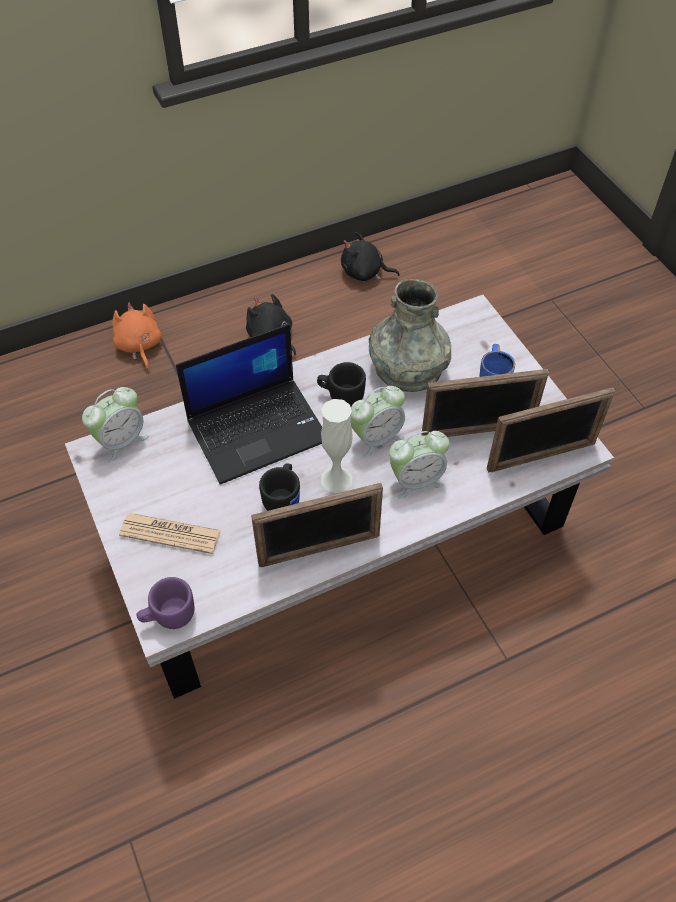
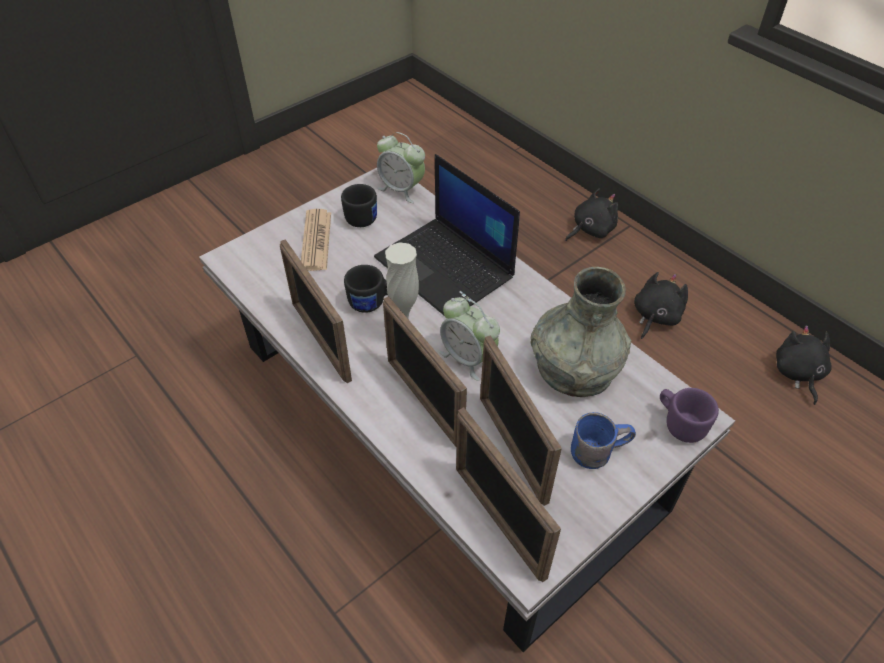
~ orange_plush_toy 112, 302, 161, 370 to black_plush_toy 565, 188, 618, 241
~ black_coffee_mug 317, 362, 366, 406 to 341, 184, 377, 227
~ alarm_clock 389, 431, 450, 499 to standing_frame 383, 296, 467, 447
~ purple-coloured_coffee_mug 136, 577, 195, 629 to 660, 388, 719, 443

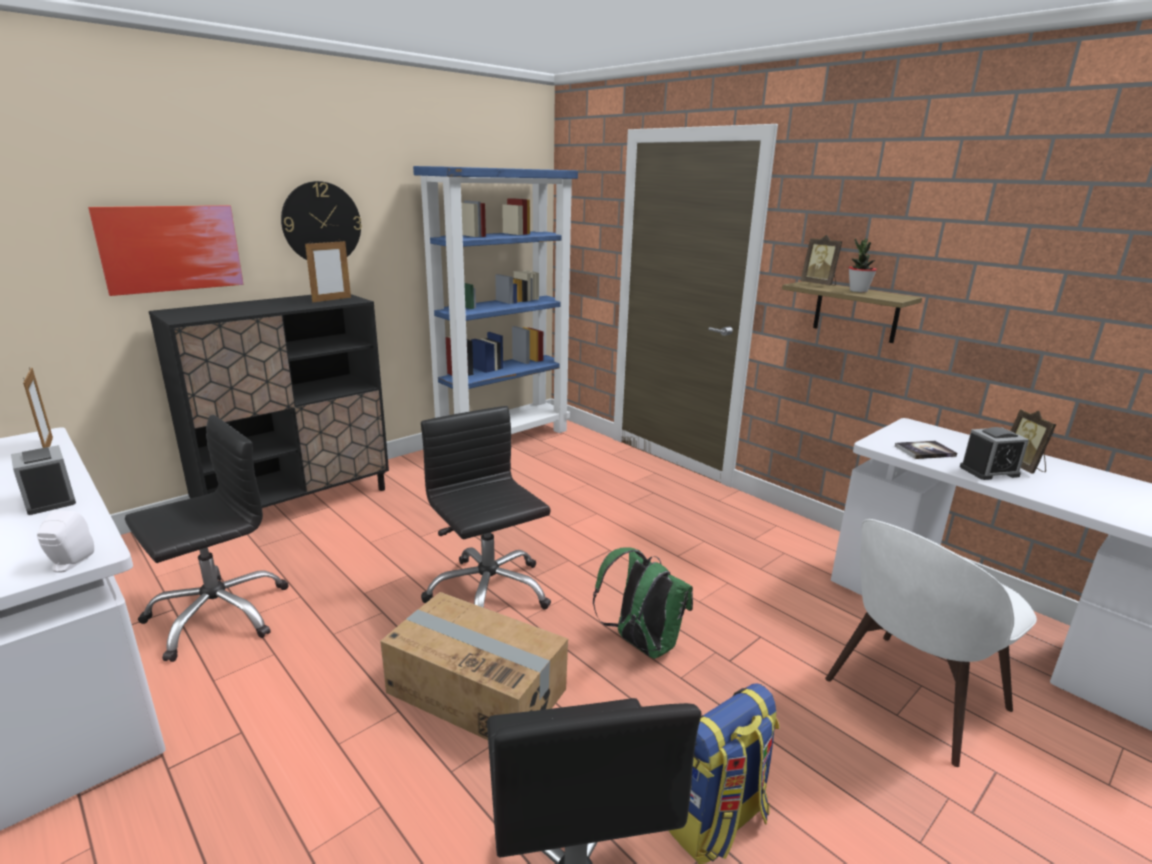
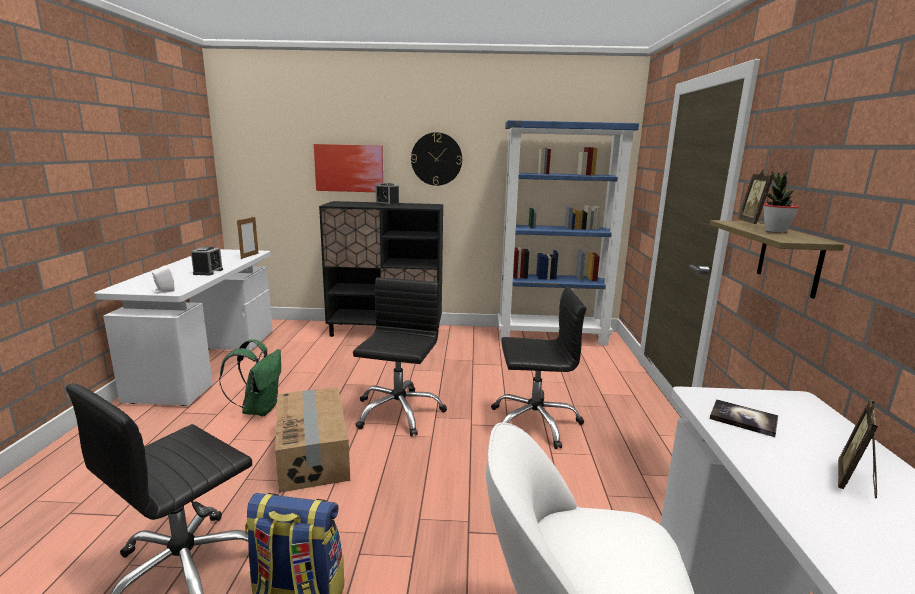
- standing_frame 305, 241, 351, 302
~ black_desk_chair 125, 415, 289, 662 to 491, 287, 586, 449
~ alarm_clock 960, 427, 1029, 480 to 375, 183, 400, 206
~ greenish_rucksack 593, 547, 693, 659 to 219, 339, 281, 416

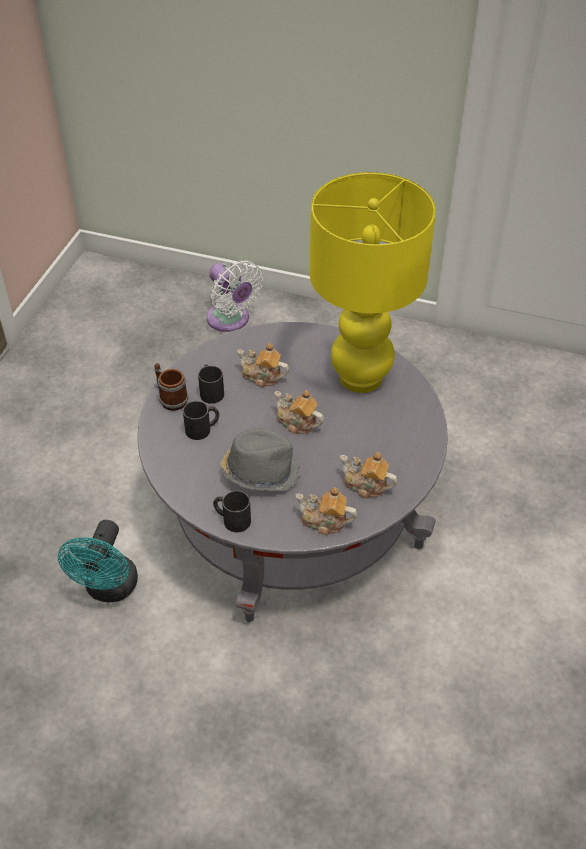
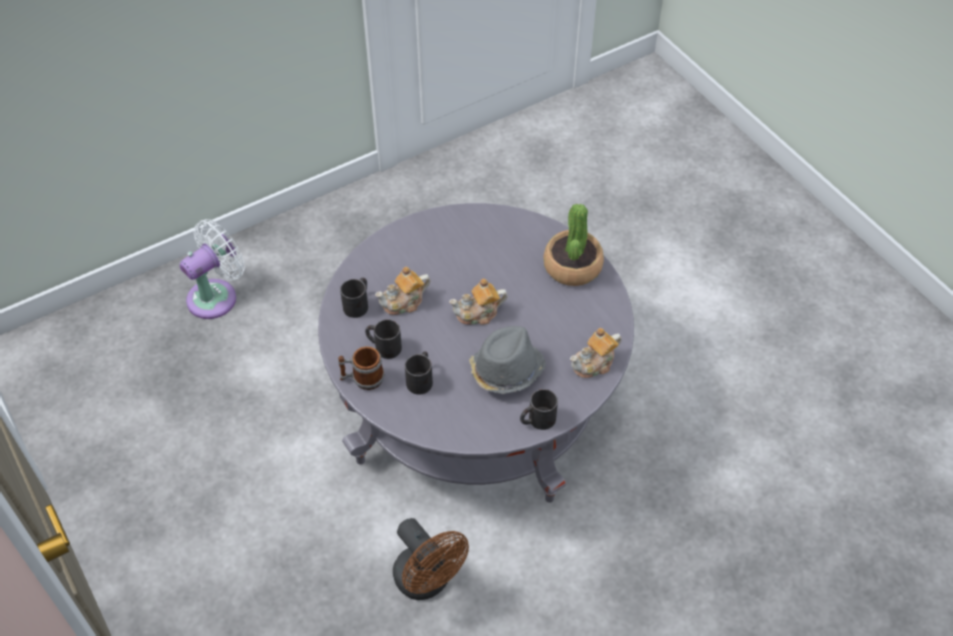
- yellowish_table_lamp 310, 172, 436, 393
~ whitish_electric_fan 207, 260, 263, 332 = 180, 219, 245, 319 45 degrees counterclockwise
- pot_for_tea 340, 452, 397, 499
~ turquoise_electric_fan 58, 520, 138, 602 to brownish_electric_fan 393, 518, 469, 600
+ plant_in_a_pot 543, 204, 604, 286
+ black_coffee_mug 340, 278, 368, 318

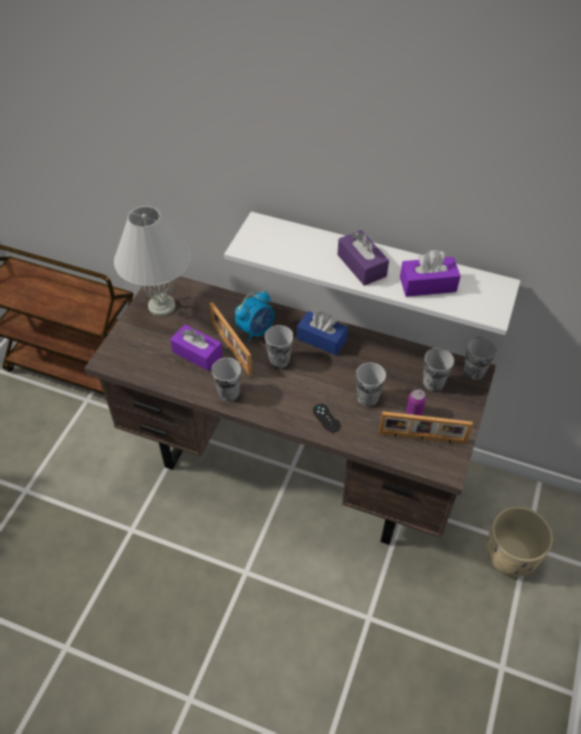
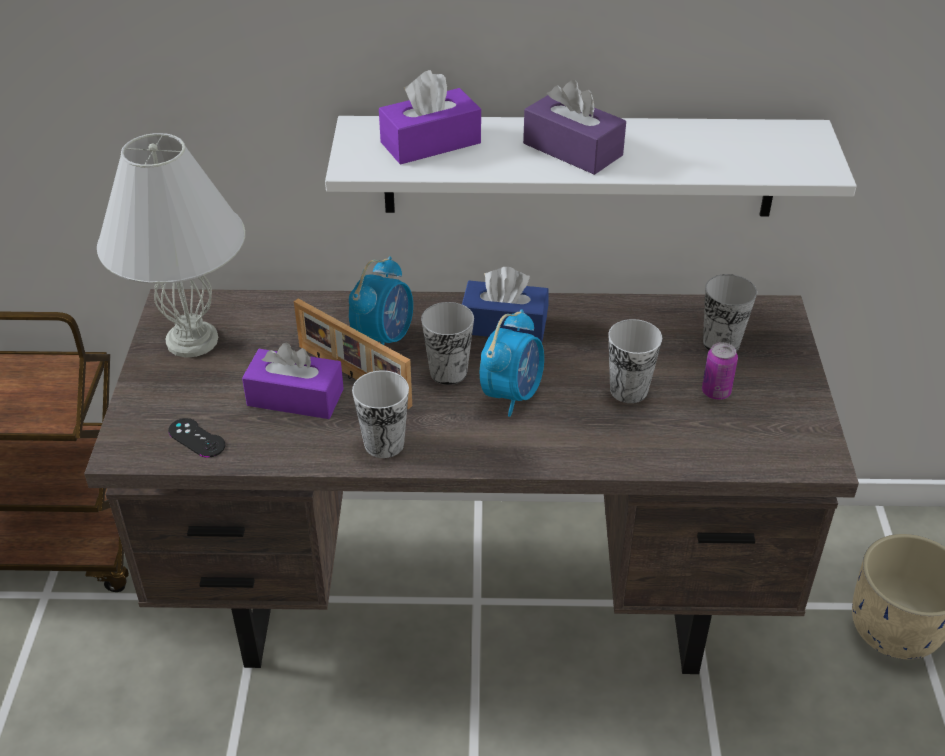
~ purple-coloured_tissue_box 400, 250, 461, 297 to 379, 70, 481, 165
- small_cup 464, 337, 496, 380
~ black_gamepad 313, 404, 341, 433 to 168, 418, 225, 458
- standing_frame 379, 411, 473, 444
+ alarm_clock 480, 309, 544, 417

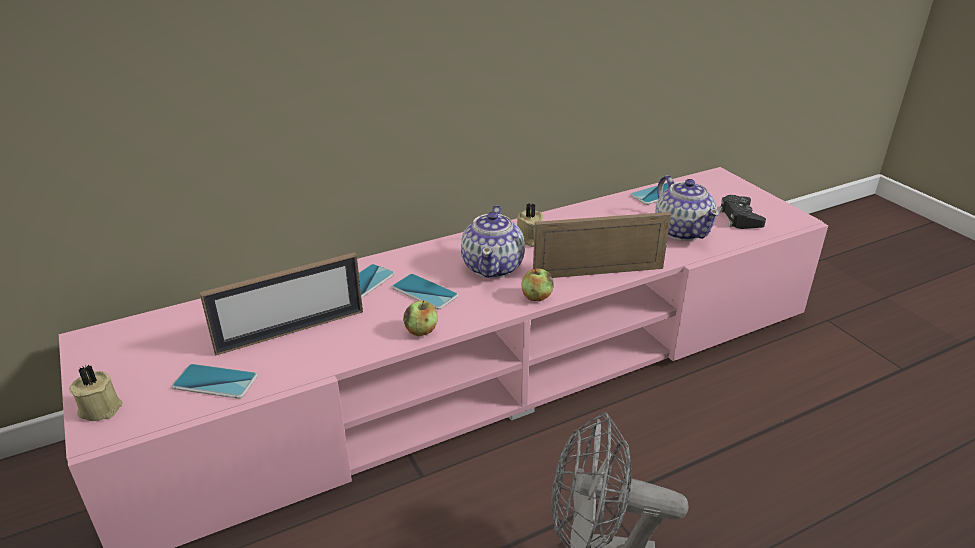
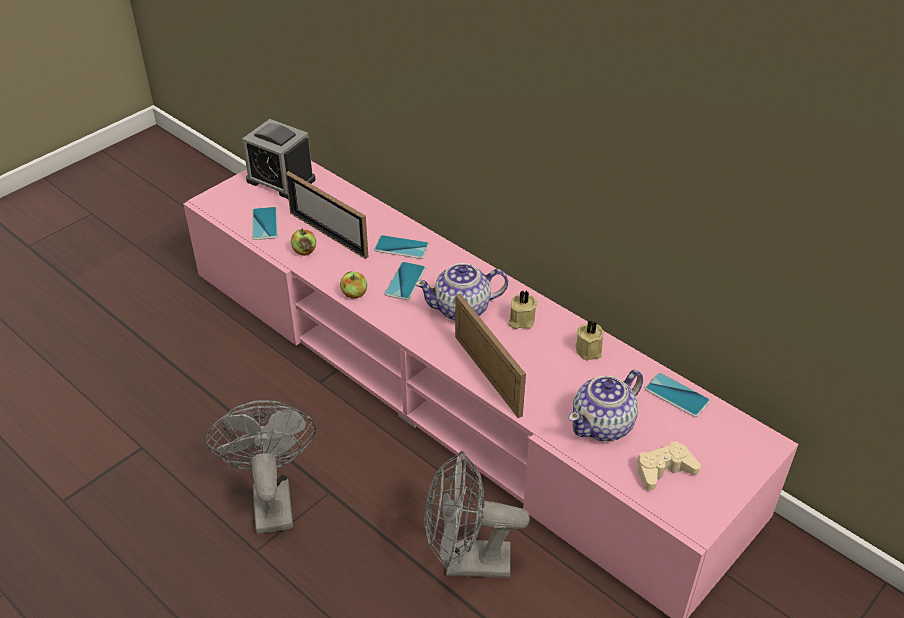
~ black_gamepad 719, 195, 766, 229 to beige-coloured_gamepad 637, 441, 701, 490
~ apple 521, 267, 554, 301 to 291, 228, 316, 256
~ beige-coloured_candle 69, 365, 123, 421 to 575, 321, 604, 361
+ alarm_clock 242, 119, 315, 199
+ greyish_electric_fan 424, 451, 530, 578

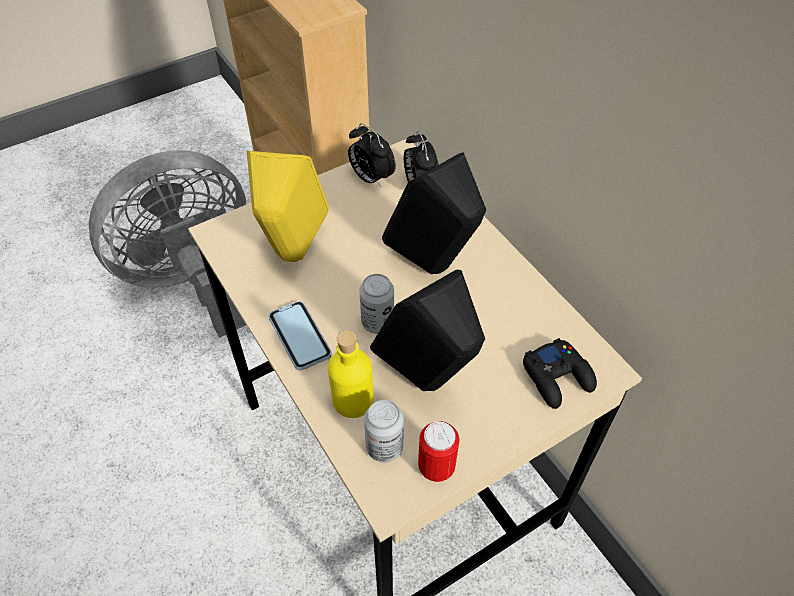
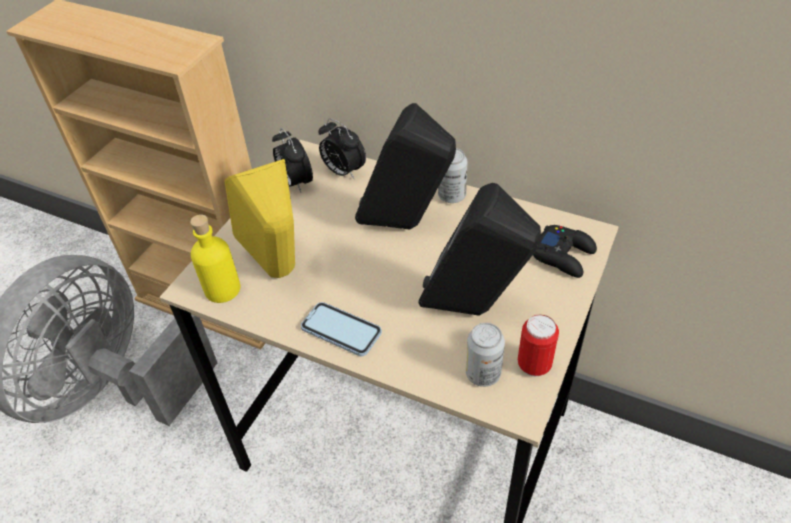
~ alarm_clock 348, 123, 396, 187 = 272, 128, 313, 192 45 degrees clockwise
~ metal_can 359, 274, 394, 334 to 438, 148, 467, 203
~ yellowish_beverage_bottle 328, 330, 374, 418 to 190, 214, 240, 303

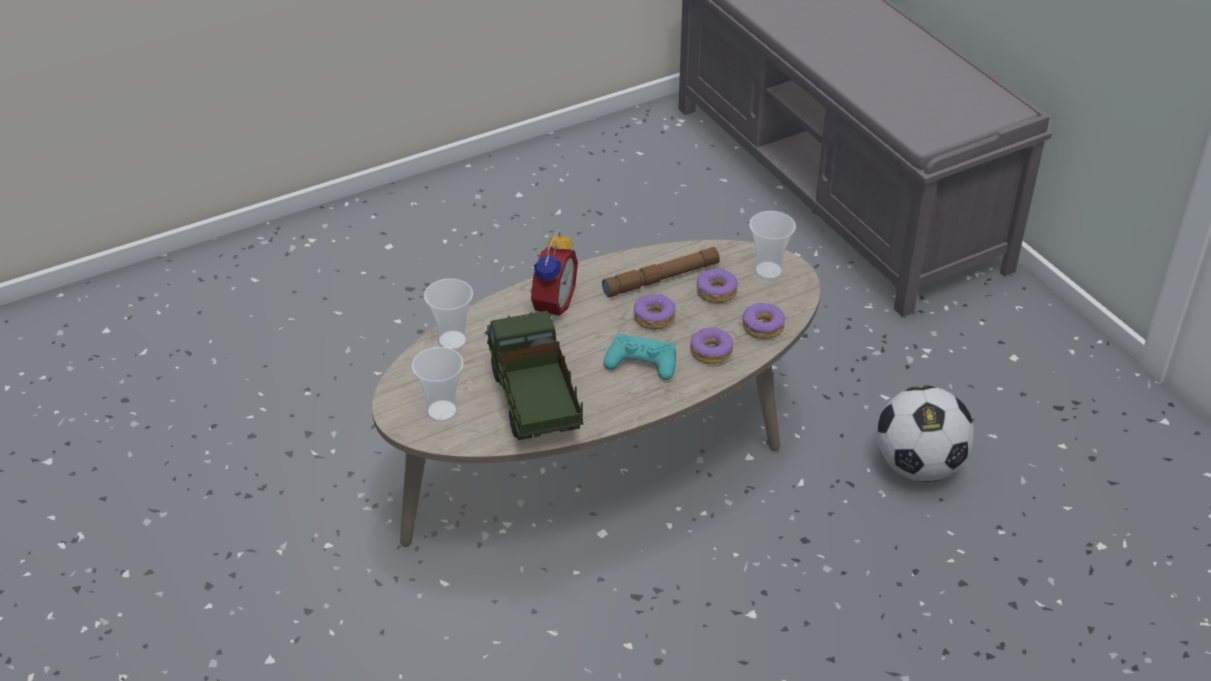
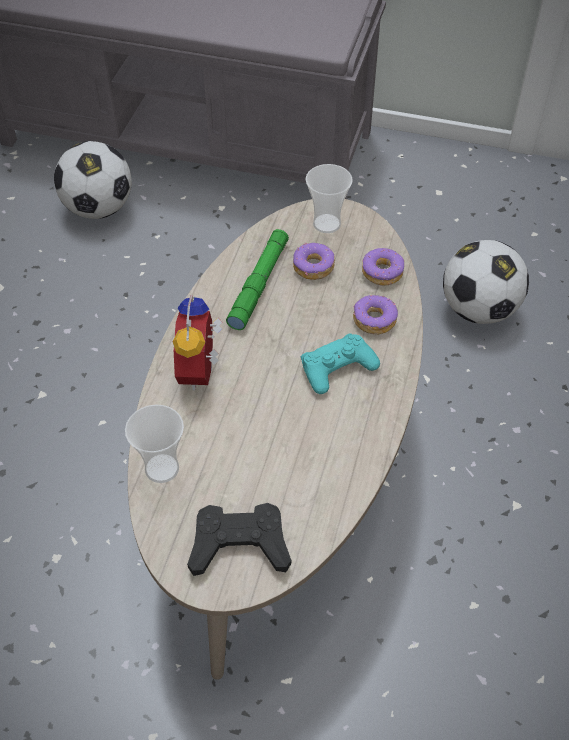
~ alarm_clock 524, 230, 578, 316 = 172, 294, 223, 390 150 degrees counterclockwise
~ brownish_flashlight 602, 247, 720, 297 to greenish_flashlight 226, 229, 289, 330
- doughnut 634, 294, 676, 330
- toy_lorry 485, 311, 584, 440
~ small_cup 412, 347, 464, 422 to black_gamepad 187, 503, 291, 576
+ football 54, 141, 132, 219

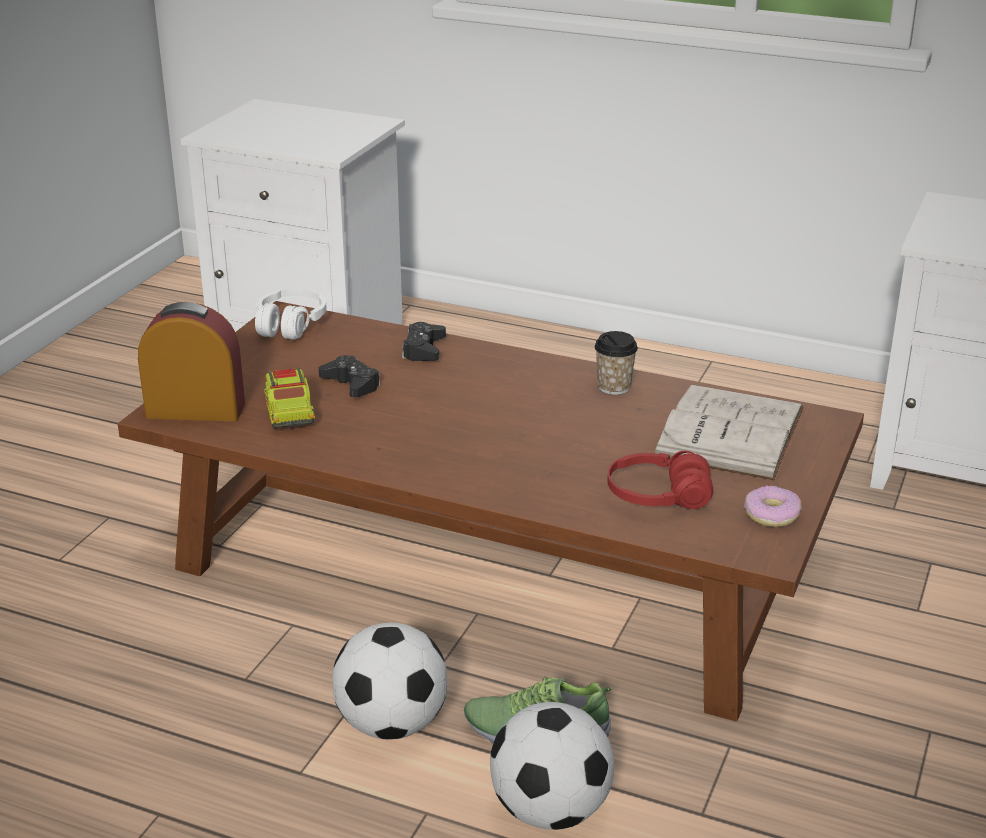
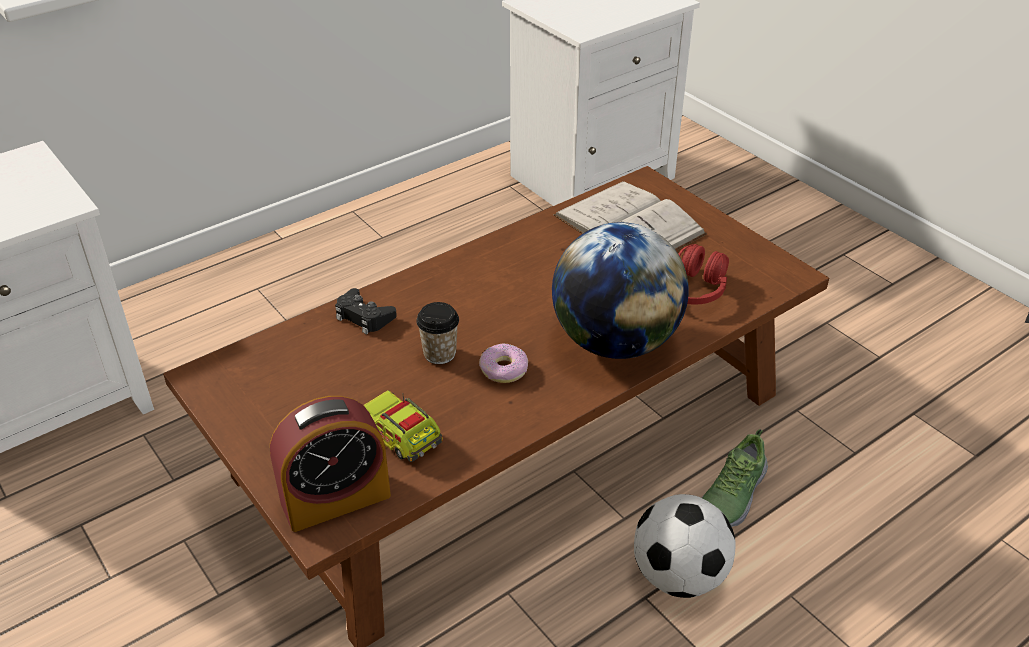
- whitish_headset 255, 289, 326, 340
~ alarm_clock 138, 302, 245, 421 = 270, 396, 391, 532 150 degrees counterclockwise
~ small_cup 595, 331, 638, 395 to 416, 302, 459, 364
- black_gamepad 319, 355, 380, 397
~ toy_lorry 264, 368, 315, 428 = 364, 390, 443, 462 150 degrees counterclockwise
~ doughnut 744, 486, 802, 527 to 479, 343, 528, 383
- football 490, 702, 614, 830
+ globe 552, 222, 689, 359

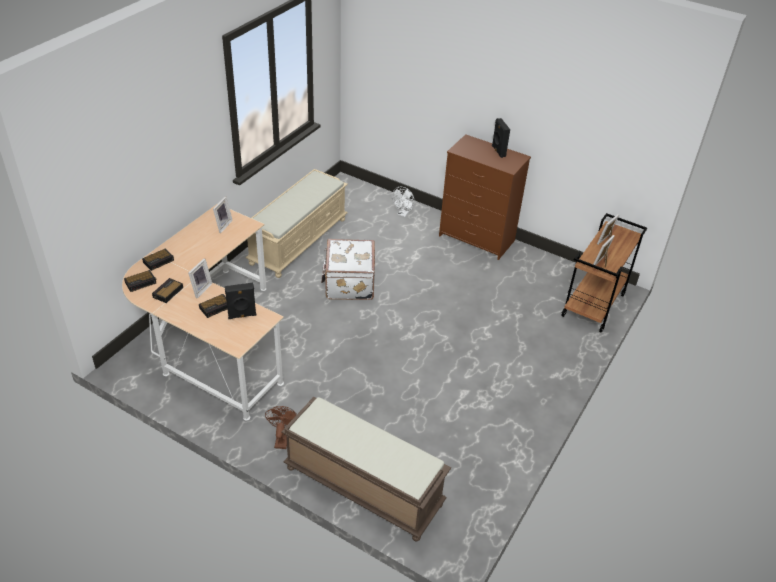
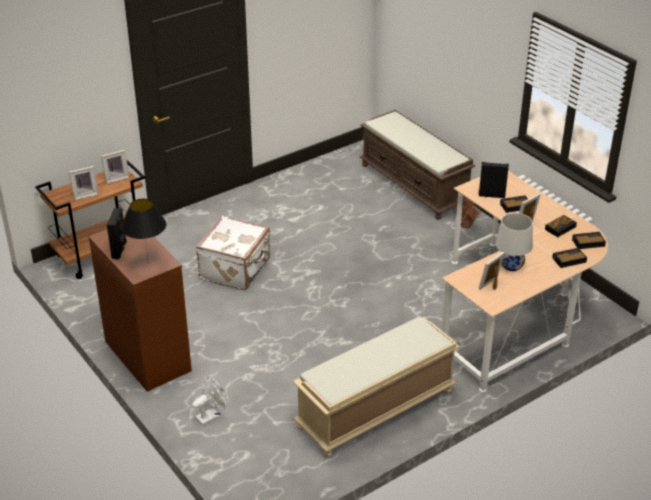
~ whitish_travel_case 321, 239, 375, 300 to 196, 216, 270, 290
+ black_table_lamp 121, 199, 167, 264
+ whitish_table_lamp 495, 213, 533, 271

